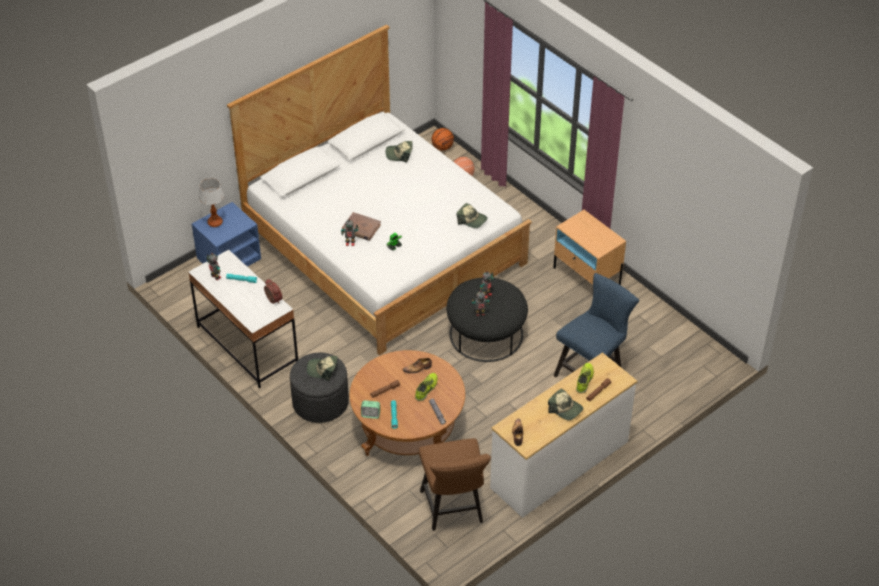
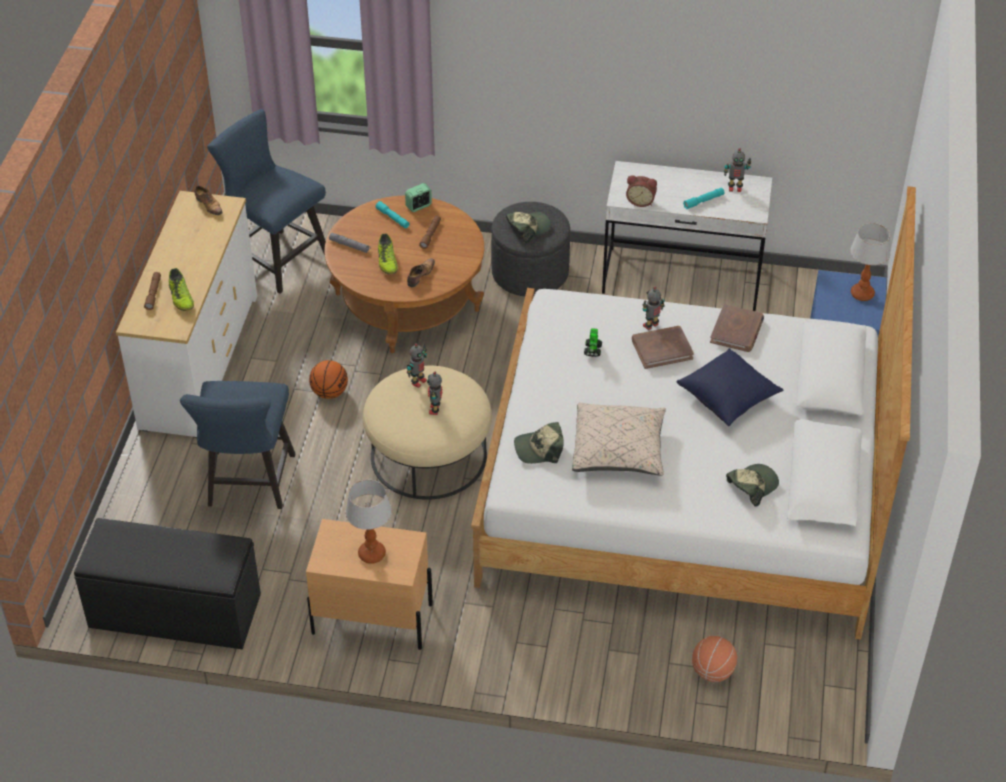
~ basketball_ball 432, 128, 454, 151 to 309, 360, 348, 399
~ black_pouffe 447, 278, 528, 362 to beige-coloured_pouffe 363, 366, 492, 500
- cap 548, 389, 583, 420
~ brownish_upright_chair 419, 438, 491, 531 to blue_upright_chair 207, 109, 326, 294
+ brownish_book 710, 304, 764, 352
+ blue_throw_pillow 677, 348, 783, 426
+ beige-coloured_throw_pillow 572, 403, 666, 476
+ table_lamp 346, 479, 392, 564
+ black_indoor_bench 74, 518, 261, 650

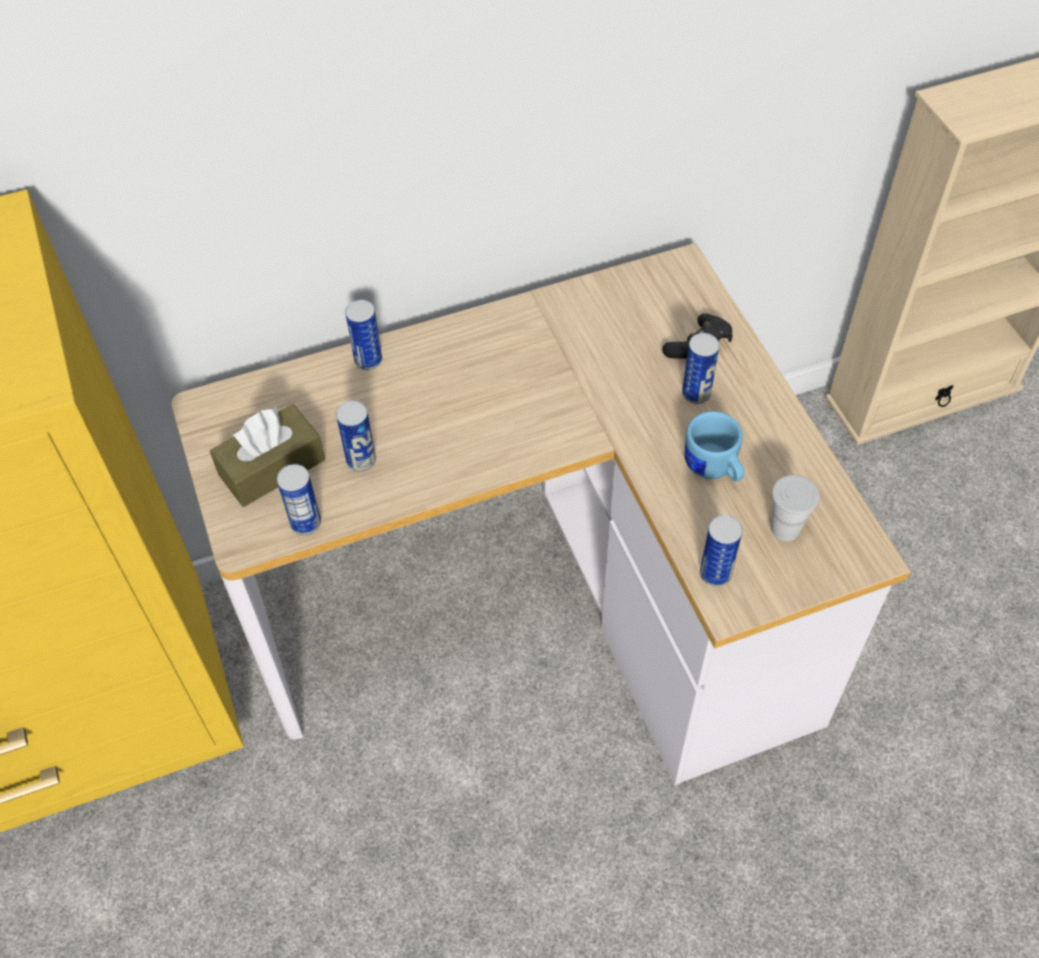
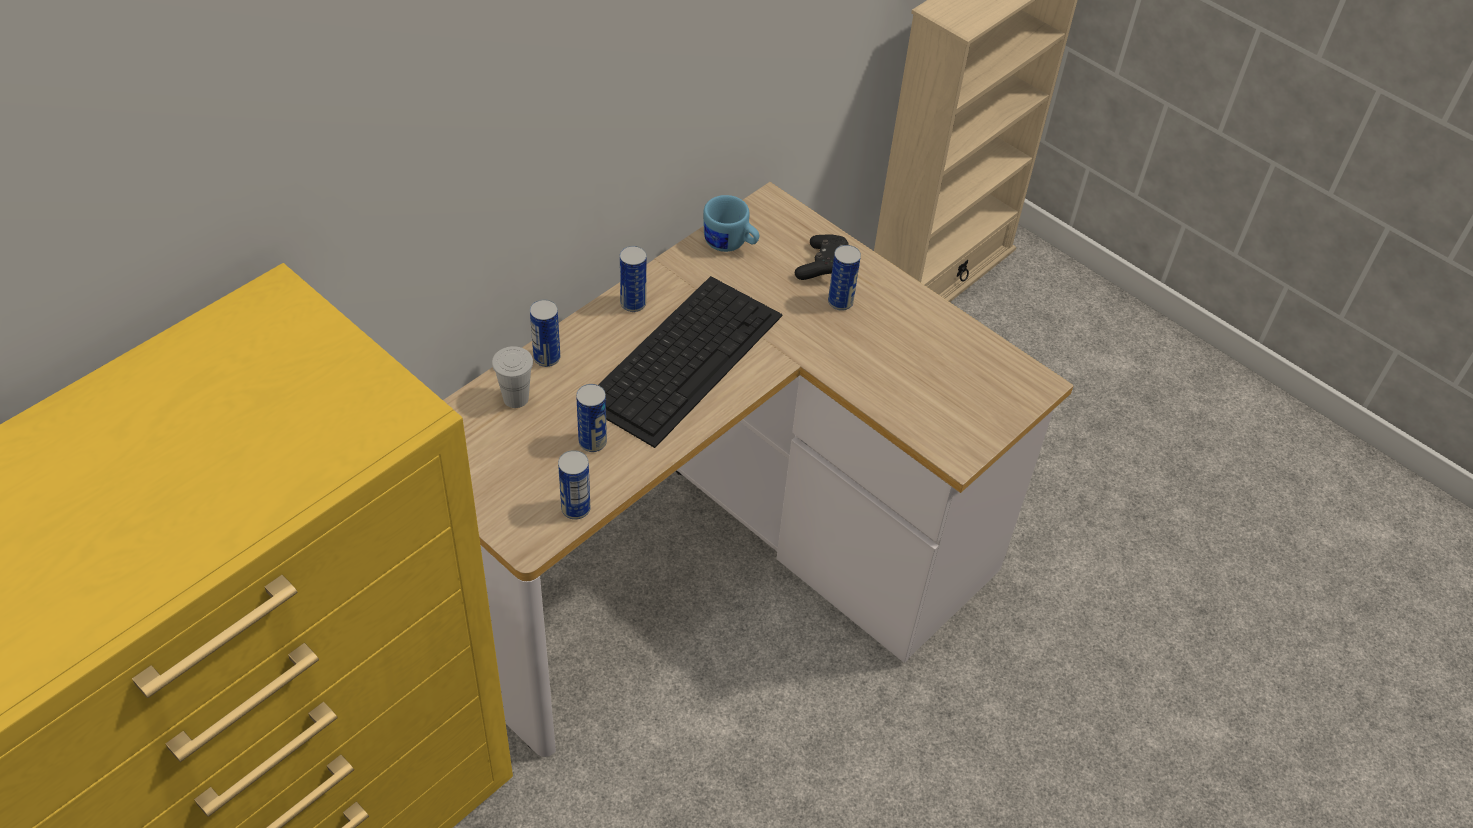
- brownish_tissue_box 210, 404, 325, 507
~ blue_coffee_mug 685, 411, 744, 482 to 703, 195, 759, 252
~ whitish_small_cup 771, 475, 819, 541 to 492, 346, 533, 408
~ metal_can 700, 515, 742, 587 to 620, 246, 647, 312
+ computer_keyboard 598, 276, 783, 448

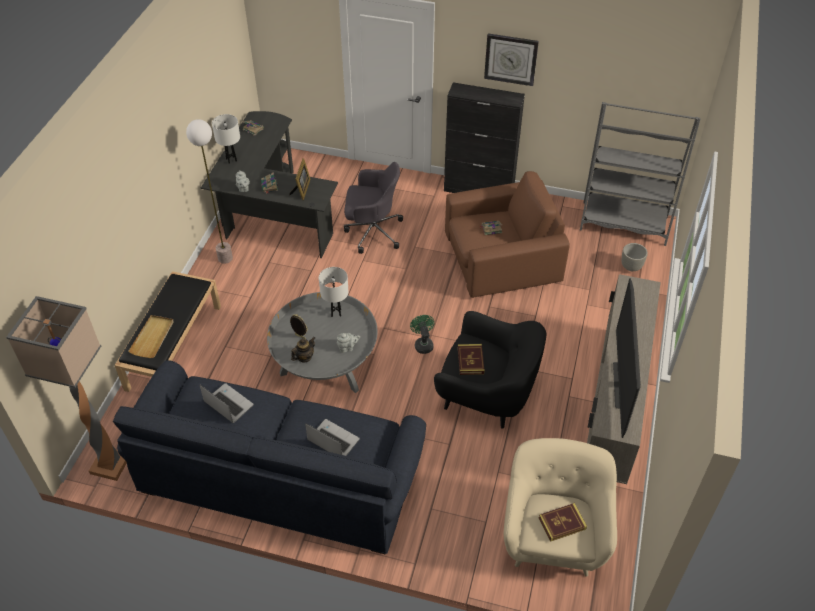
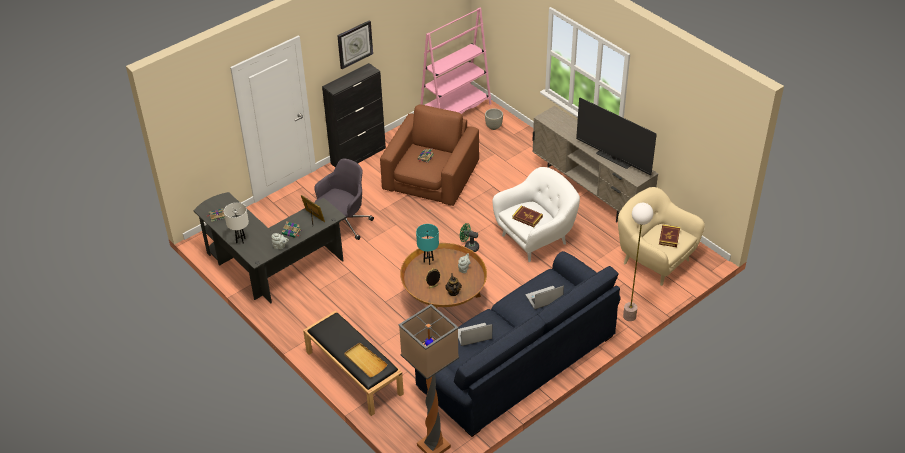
~ greyish_bookcase 580, 102, 701, 246 to pink_bookcase 421, 8, 491, 114
~ standing_lamp 186, 119, 233, 264 to 623, 203, 653, 321
~ whitish_table_lamp 319, 267, 348, 317 to turquoise_table_lamp 416, 224, 439, 265
~ greyish_lounge_table 267, 292, 378, 393 to brownish_lounge_table 400, 243, 487, 308
~ black_lounge_chair 434, 311, 546, 429 to whitish_lounge_chair 492, 167, 580, 262

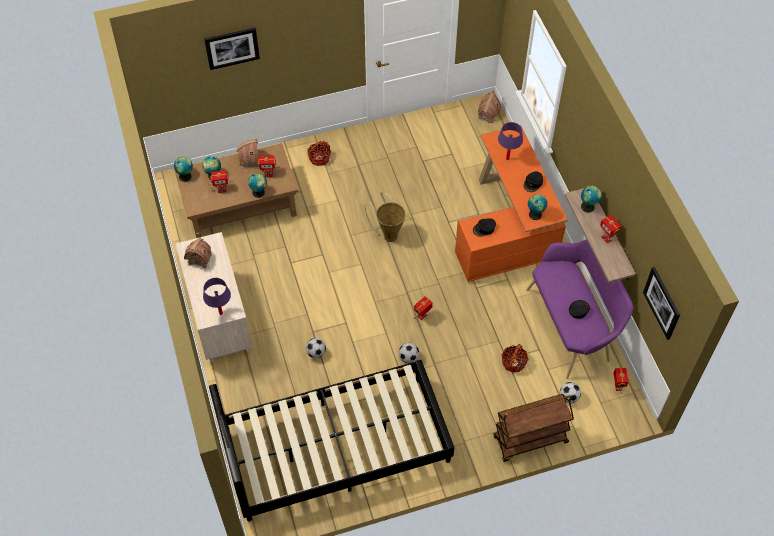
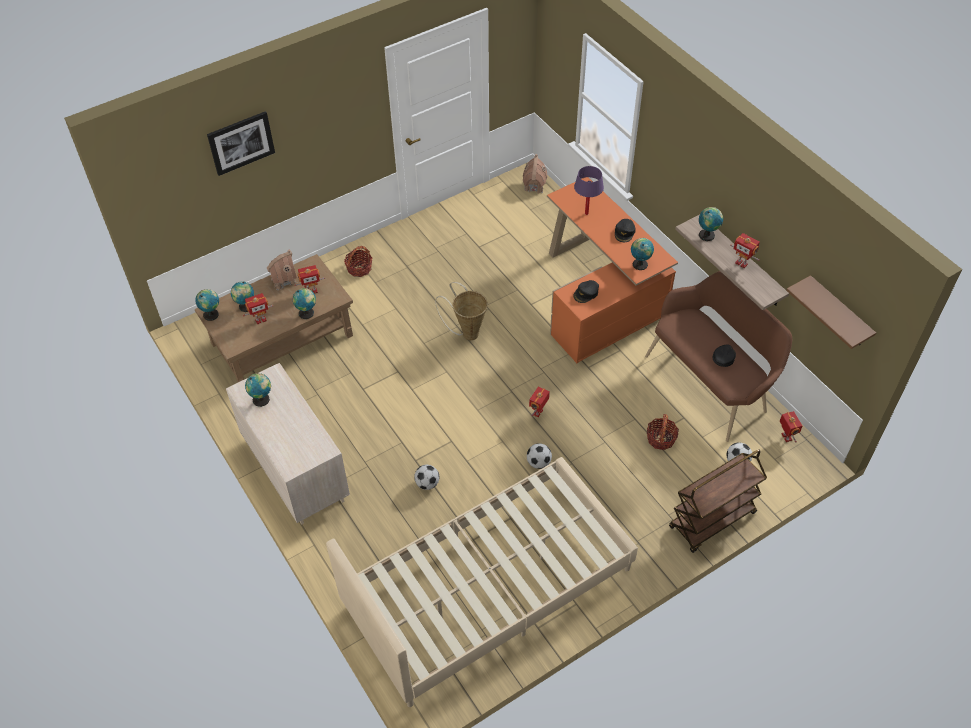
~ model_house 184, 238, 211, 269 to globe 245, 373, 271, 407
~ purple-coloured_indoor_bench 526, 239, 633, 379 to brownish_indoor_bench 645, 271, 792, 442
~ wall_picture 643, 267, 680, 340 to brownish_bracket_shelf 786, 275, 876, 349
- purple-coloured_table_lamp 203, 278, 231, 315
~ black_sleeping_bed 209, 360, 455, 522 to beige-coloured_sleeping_bed 326, 457, 638, 707

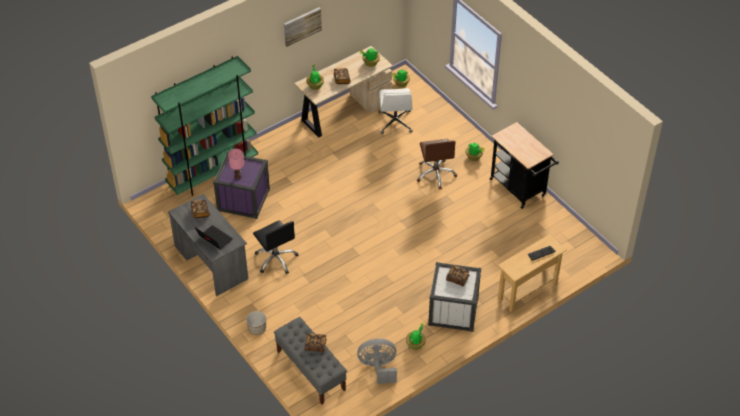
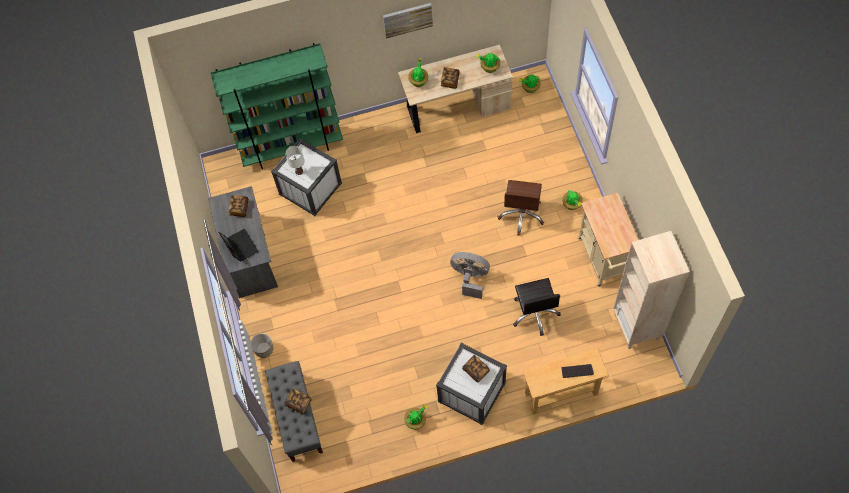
- whitish_desk_chair 379, 88, 413, 134
~ black_cart 490, 122, 559, 209 to beige-coloured_cart 577, 193, 638, 287
~ pink_table_lamp 228, 149, 244, 179 to whitish_table_lamp 285, 146, 304, 175
~ purple-coloured_storage_bin 213, 152, 270, 219 to whitish_storage_bin 271, 138, 342, 216
~ black_desk_chair 253, 220, 298, 274 to 513, 278, 561, 336
~ greyish_electric_fan 357, 339, 397, 384 to 450, 252, 490, 299
+ beige-coloured_bookcase 613, 231, 690, 349

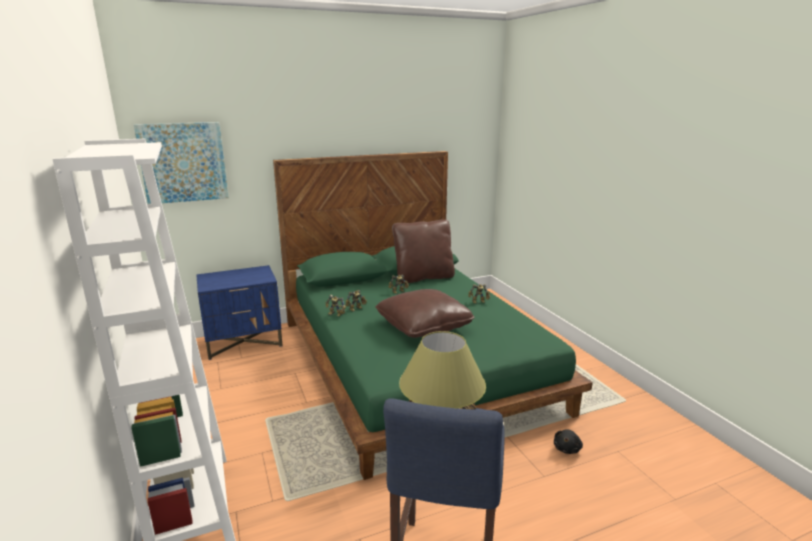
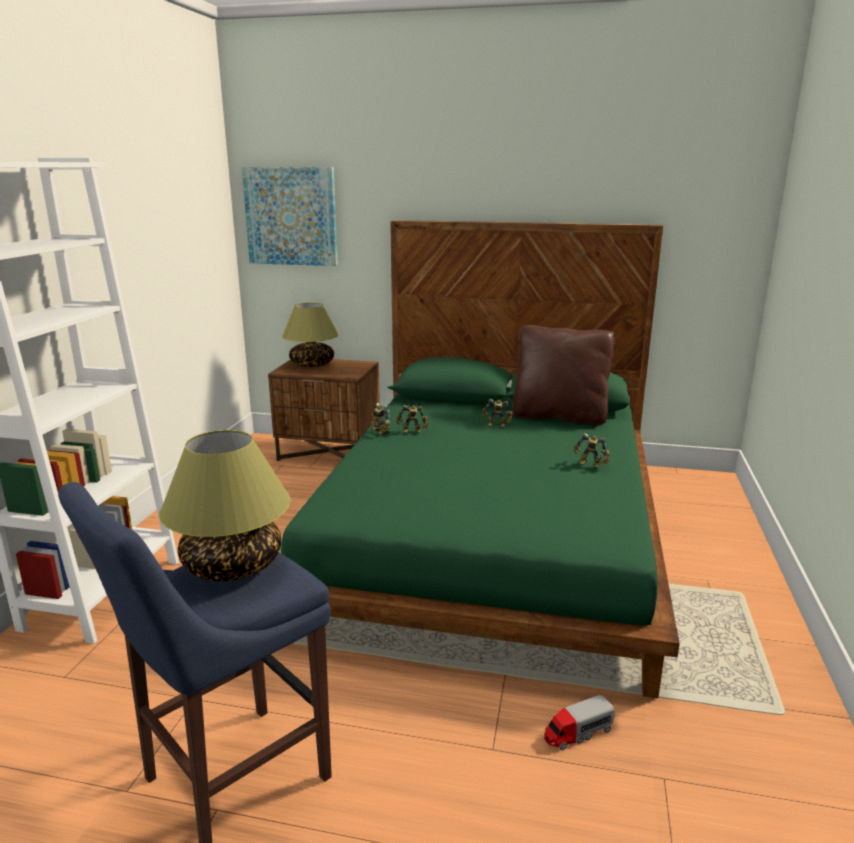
~ blue_bedside_table 196, 265, 283, 360 to brownish_bedside_table 268, 359, 380, 461
- brownish_throw_pillow 375, 289, 475, 338
~ black_plush_toy 554, 429, 583, 454 to toy_lorry 544, 695, 615, 750
+ table_lamp 282, 303, 339, 367

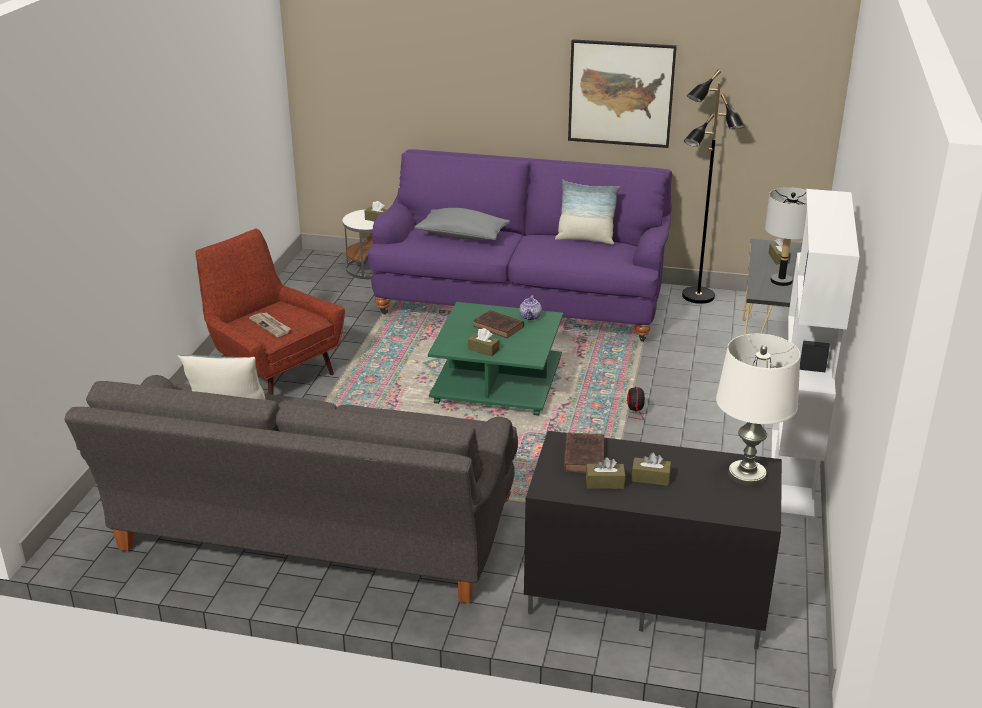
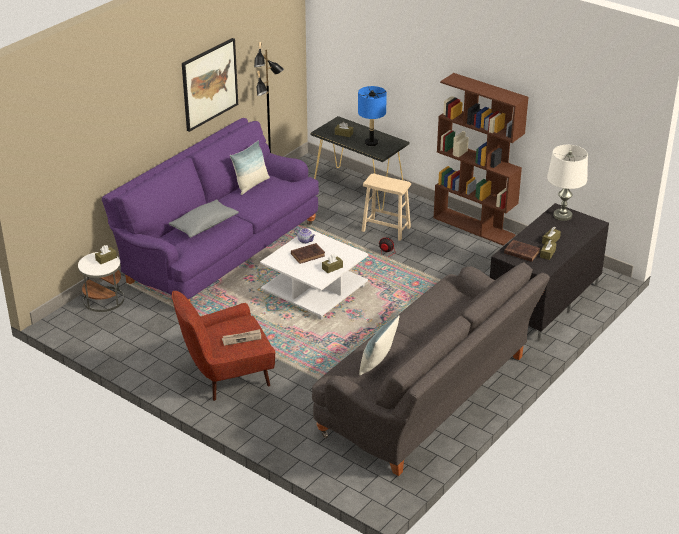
~ greyish_table_lamp 765, 187, 807, 286 to blue_table_lamp 358, 86, 387, 146
~ whitish_bookcase 771, 189, 859, 519 to brownish_bookcase 433, 73, 529, 246
~ greenish_lounge_table 428, 302, 563, 416 to whitish_lounge_table 260, 228, 368, 319
+ beige-coloured_sitting_stool 362, 174, 411, 241

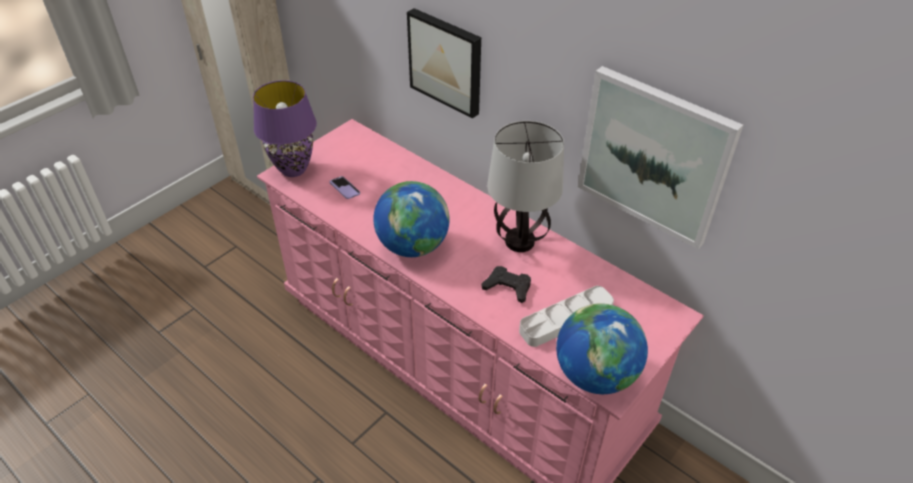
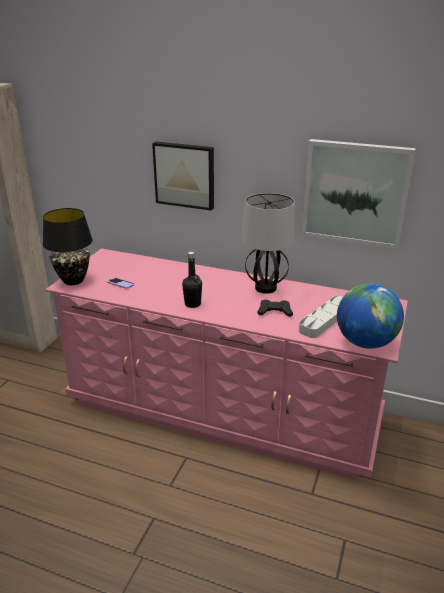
~ purple-coloured_table_lamp 253, 80, 317, 177 to black_table_lamp 43, 208, 93, 285
~ globe 373, 181, 450, 257 to black_beverage_bottle 182, 252, 202, 308

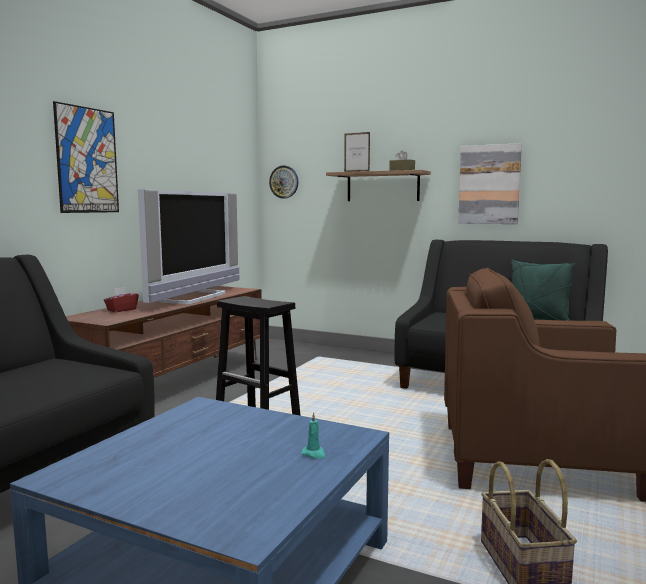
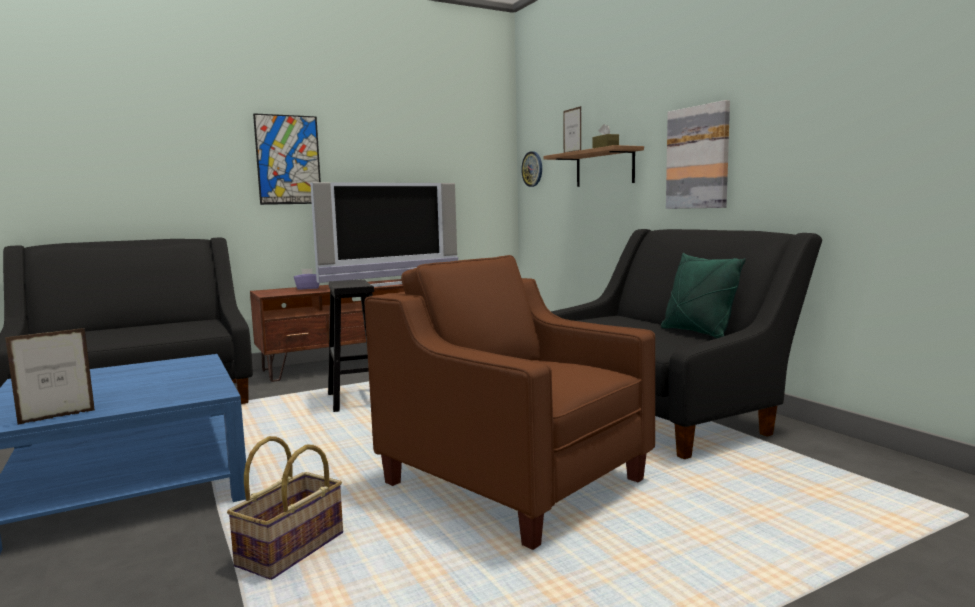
~ red-coloured_tissue_box 104, 287, 139, 312 to purple-coloured_tissue_box 294, 268, 319, 290
- turquoise_candle 301, 412, 326, 459
+ standing_frame 5, 328, 95, 425

